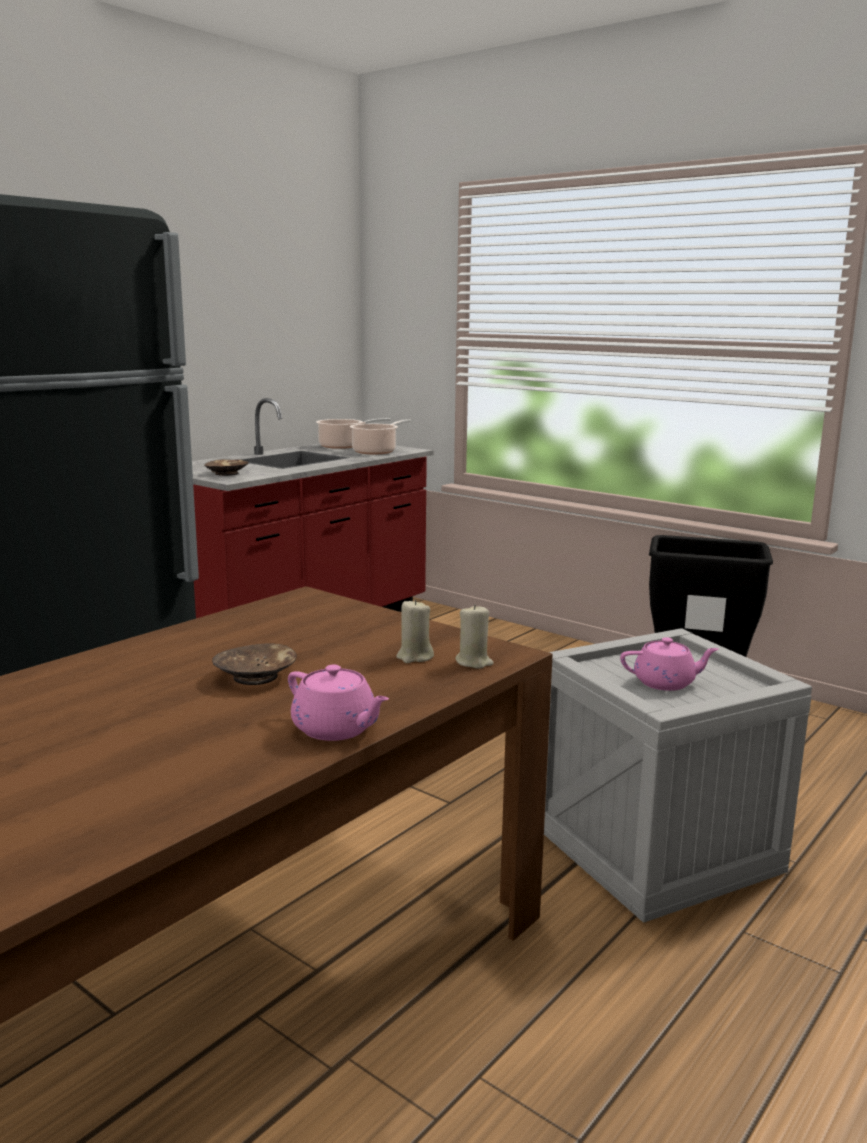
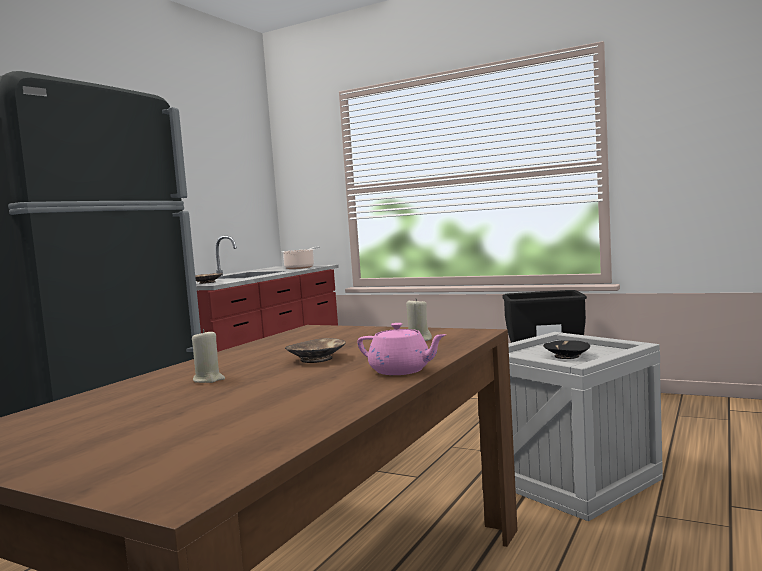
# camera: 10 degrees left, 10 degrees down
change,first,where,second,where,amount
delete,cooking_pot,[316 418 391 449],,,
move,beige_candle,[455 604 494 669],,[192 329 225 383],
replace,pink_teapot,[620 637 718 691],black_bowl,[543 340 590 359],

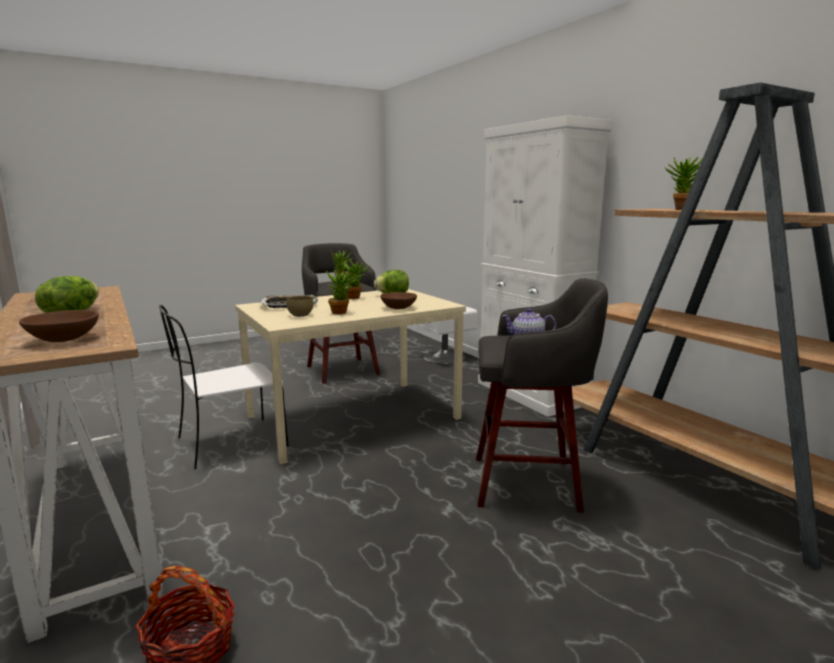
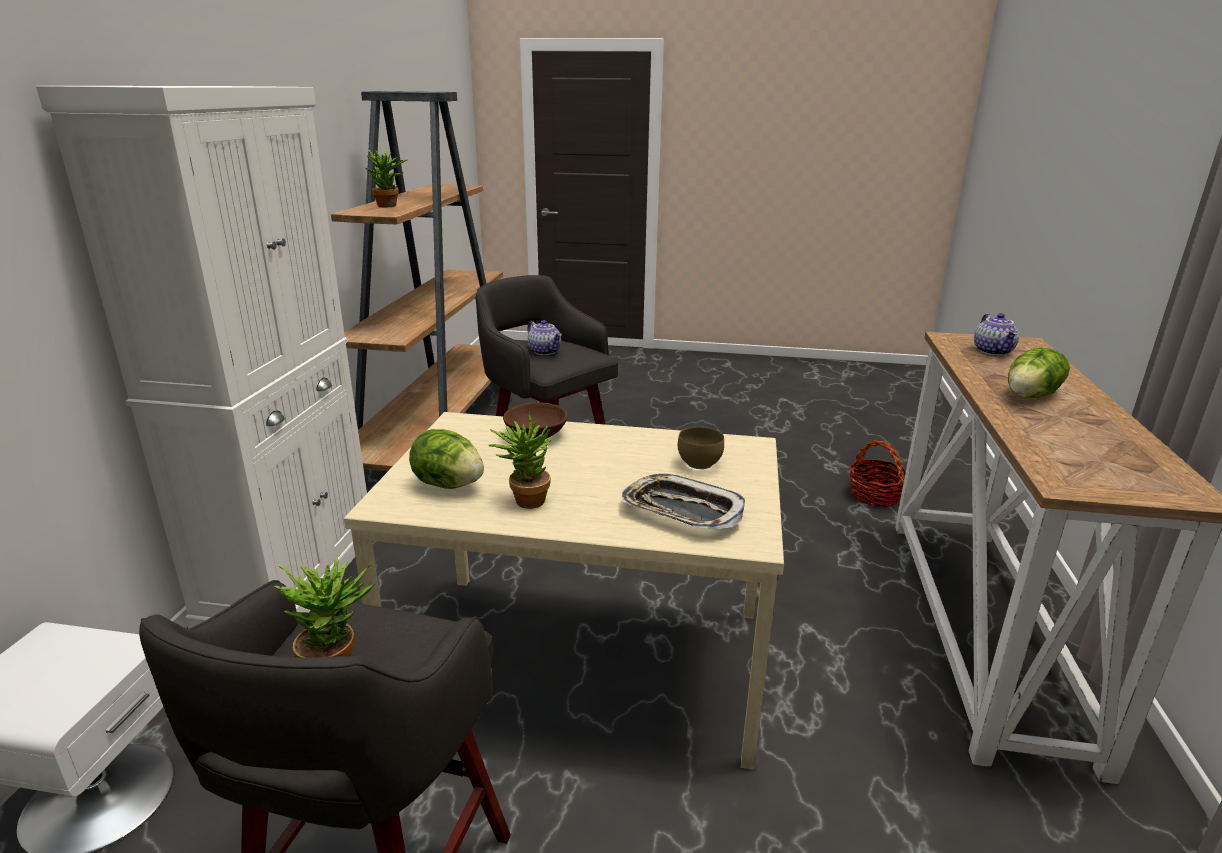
# camera: 140 degrees left, 10 degrees up
change,first,where,second,where,amount
replace,brown_bowl,[19 310 99 342],teapot,[974 313 1019 356],
delete,white_chair,[159 305 289 469],,,
delete,potted_plant,[326 270 358 314],,,

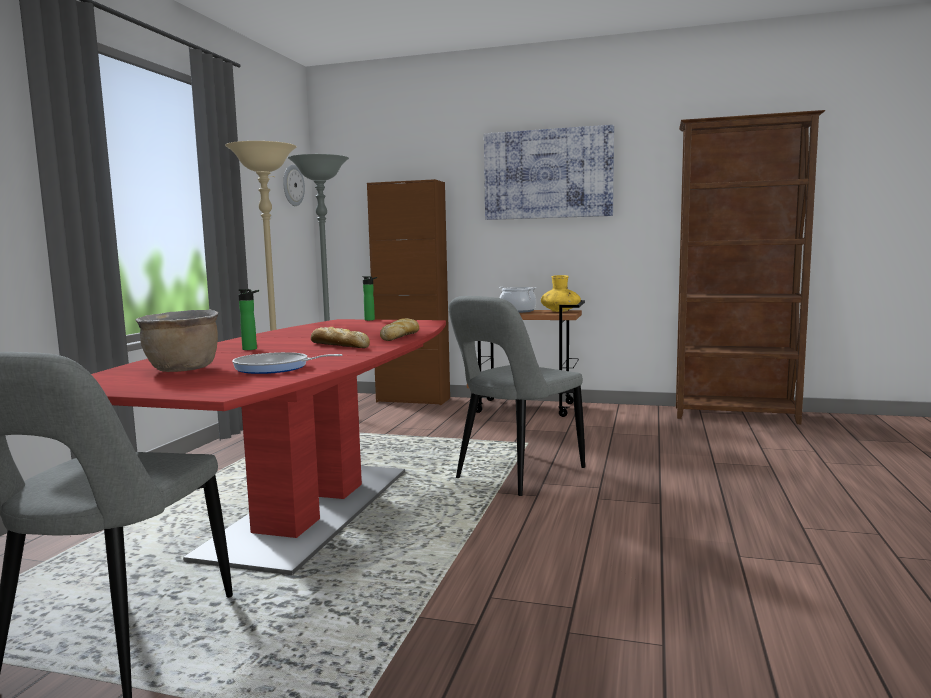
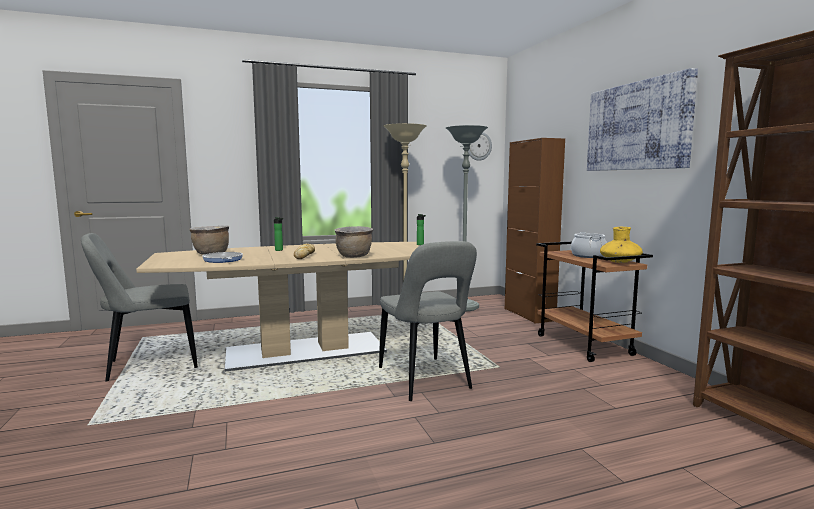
# camera: 55 degrees right, 0 degrees up
change,first,where,second,where,amount
recolor,red_dining_table,[91 319 446 575],beige_dining_table,[136 242 420 372],
replace,bread,[380 318 419 341],brown_cooking_pot,[335 226 374 258],
rotate,grey_chair,[449 296 585 496],,[379 241 477 401],120 degrees counterclockwise

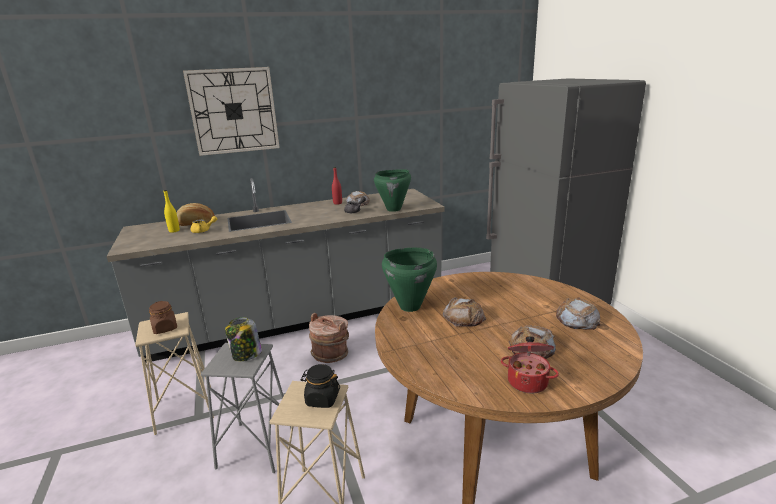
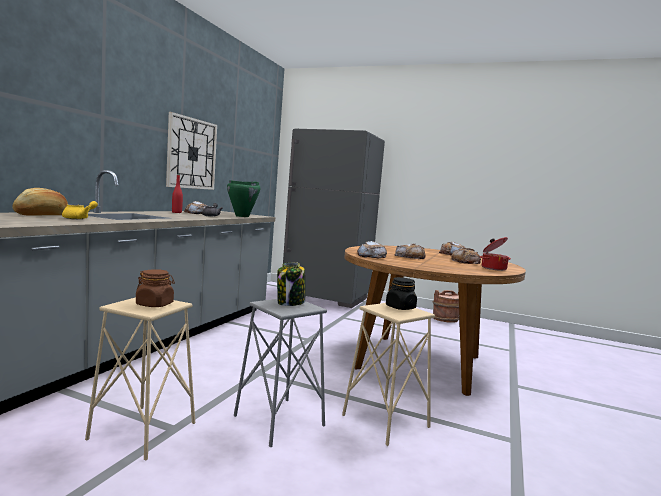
# camera: 50 degrees left, 15 degrees down
change,first,where,second,where,amount
delete,yellow_bottle,[164 190 180 233],,,
move,wall_clock,[183 67 280 156],,[166 112 217 190],
move,brown_bucket,[309 313 349 363],,[433 290 459 323],
replace,green_cooking_pot,[382 247 437 312],bread,[357 241 387 259],

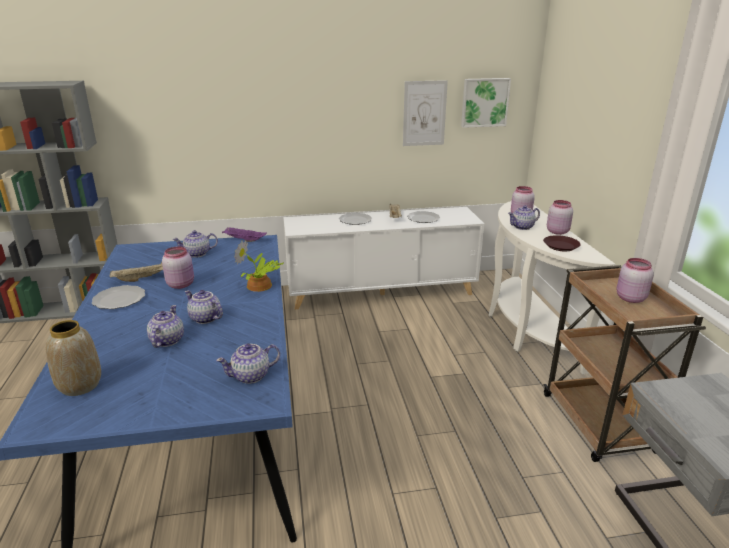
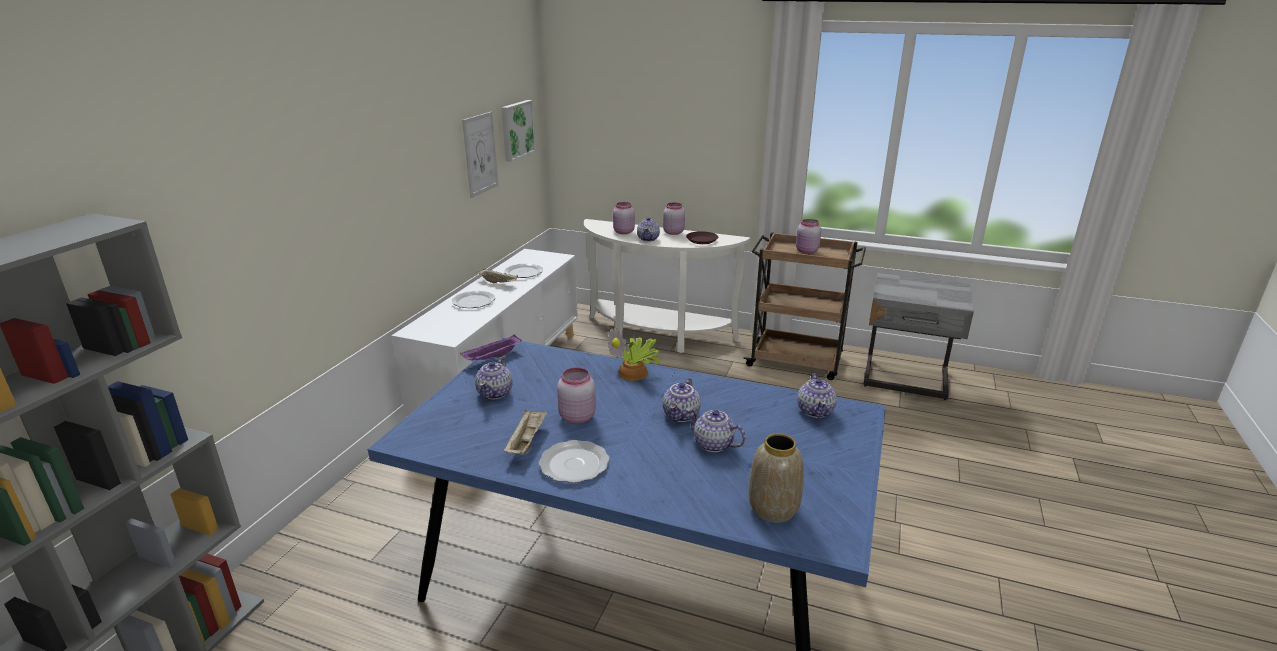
# camera: 60 degrees left, 0 degrees up
change,first,where,second,where,amount
rotate,teapot,[185 290 223 324],,[663 378 701 422],45 degrees counterclockwise

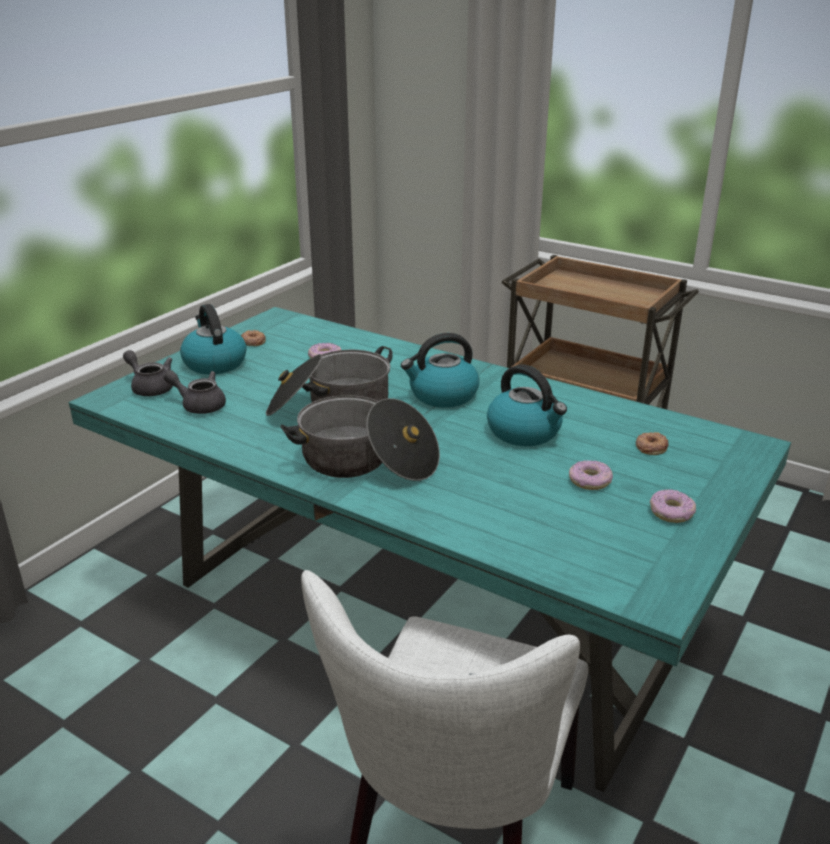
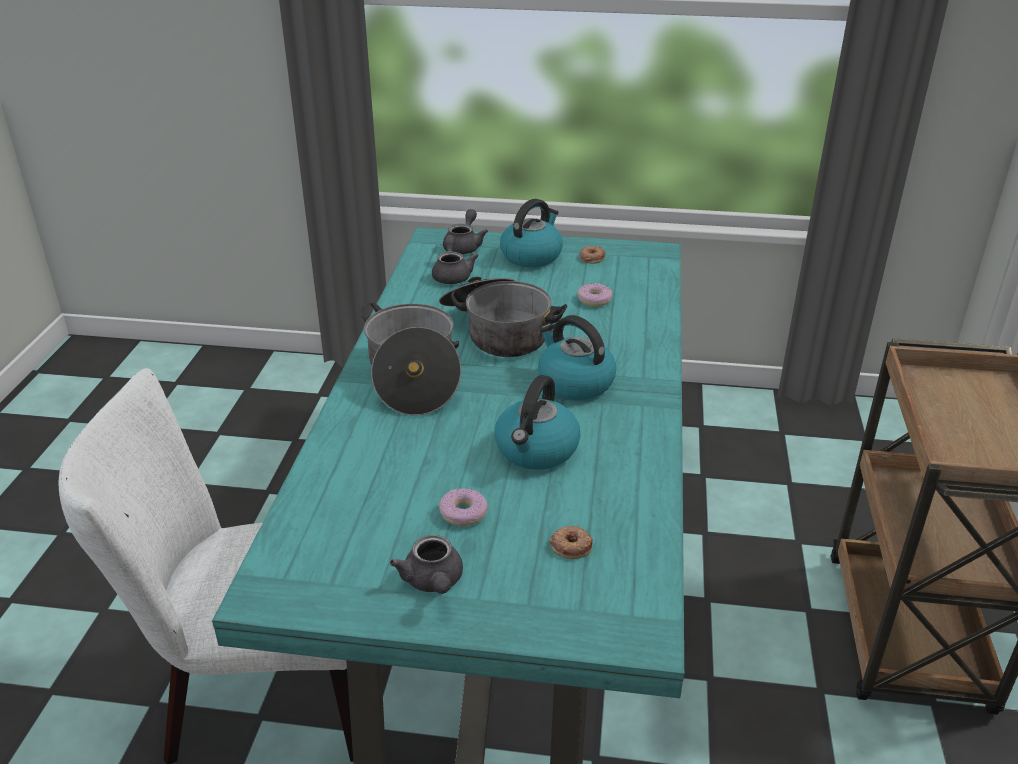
# camera: 65 degrees right, 5 degrees up
change,first,where,second,where,amount
replace,donut,[650 489 696 523],grey_teapot,[390 535 463 594],

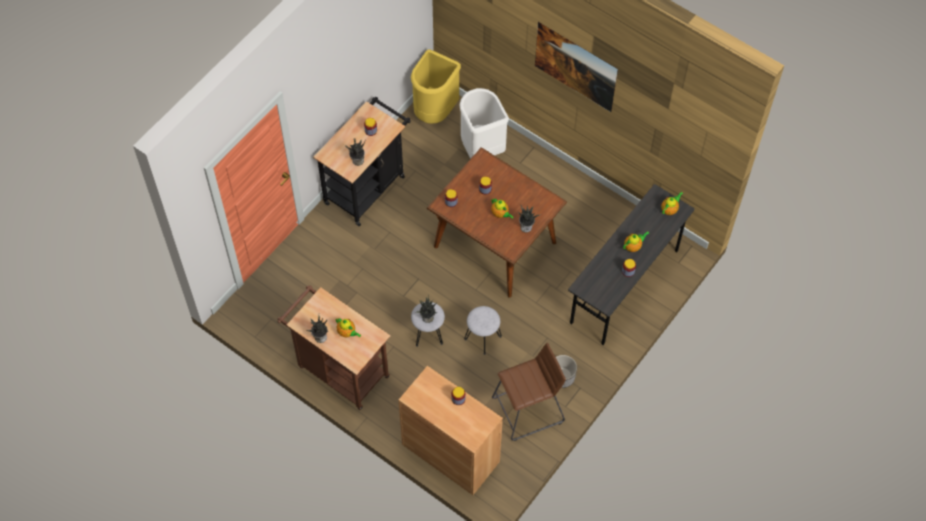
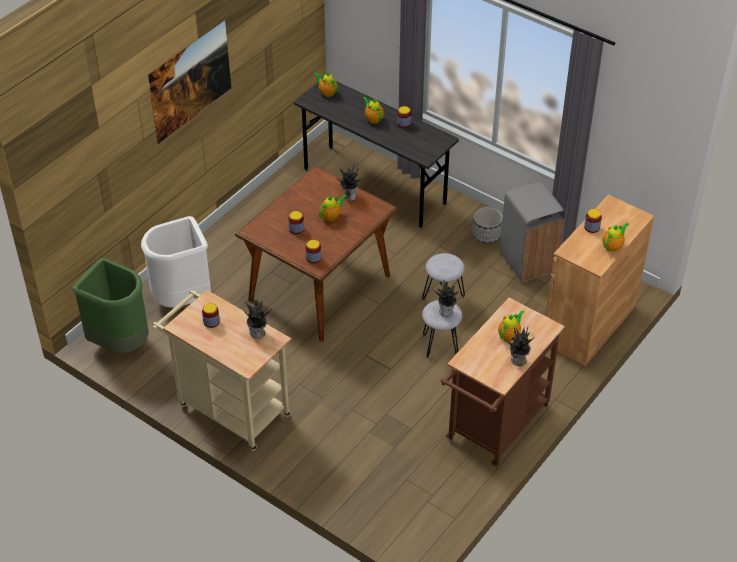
# camera: 90 degrees left, 15 degrees down
change,first,where,second,where,amount
recolor,black_cart,[313 97 411 226],beige_cart,[153 290 291 451],
recolor,yellow_trash_can,[411 49 461 124],green_trash_can,[72 258 148 353],
replace,brown_stool,[492 343 566 441],grey_trash_can,[500 182 566 282],
insert,,,teapot,[602 223 629 252],

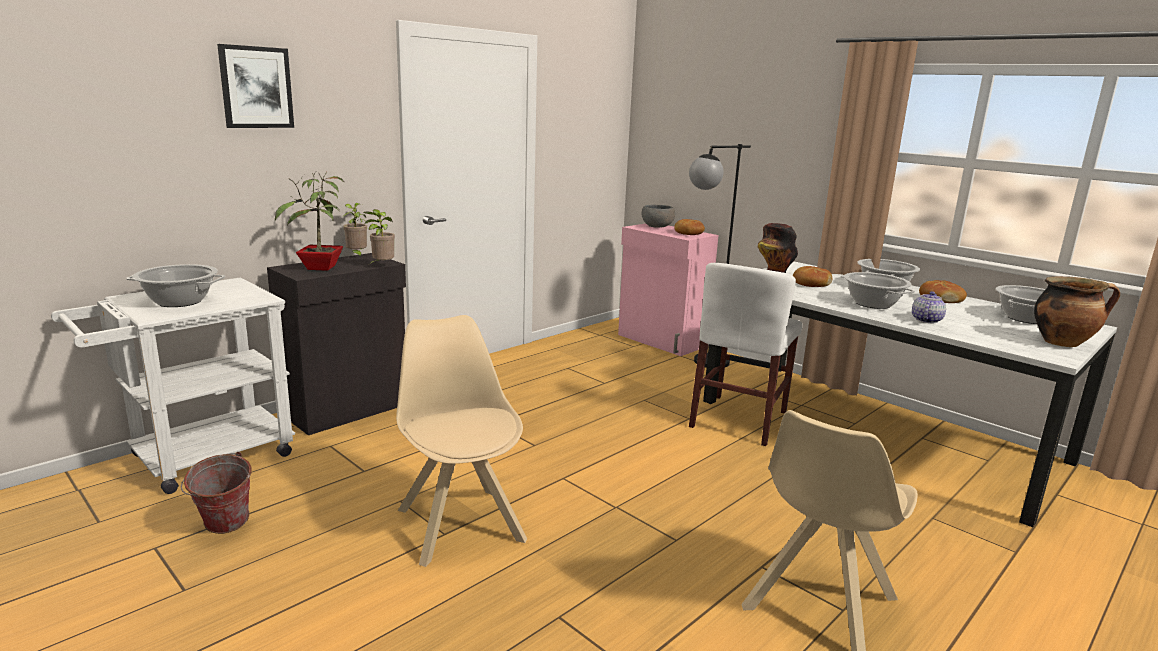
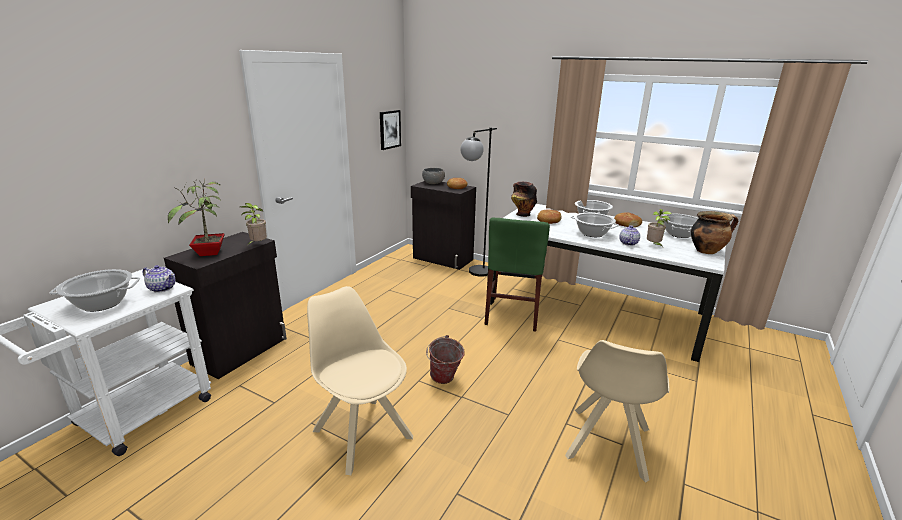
# camera: 15 degrees left, 5 degrees up
change,first,where,second,where,amount
move,bucket,[181 452 252 534],,[426 335 465 384],
move,picture,[217 44 294 128],,[380 110 401 150],
move,potted_plant,[342 203 367 258],,[647 209 672 247],
recolor,pink_cabinet,[618 224 718 356],black_cabinet,[411 181 476 270],
recolor,white_chair,[689 263 802 446],green_chair,[484 217 550 332],
insert,,,teapot,[142 265 176 292],

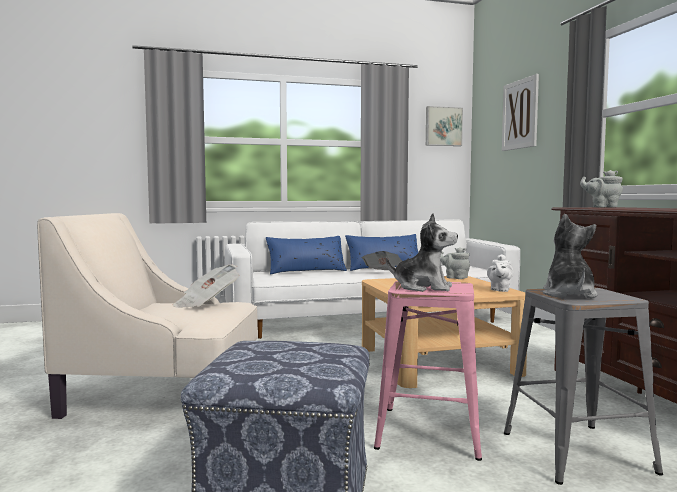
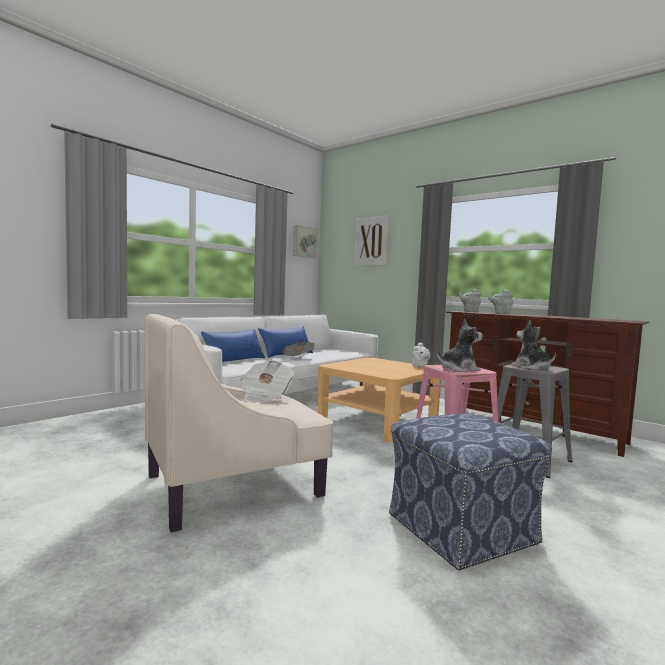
# camera: 35 degrees left, 0 degrees up
change,first,where,second,where,amount
move,grey_teapot,[440 248 470 279],,[488 290 513 314],

